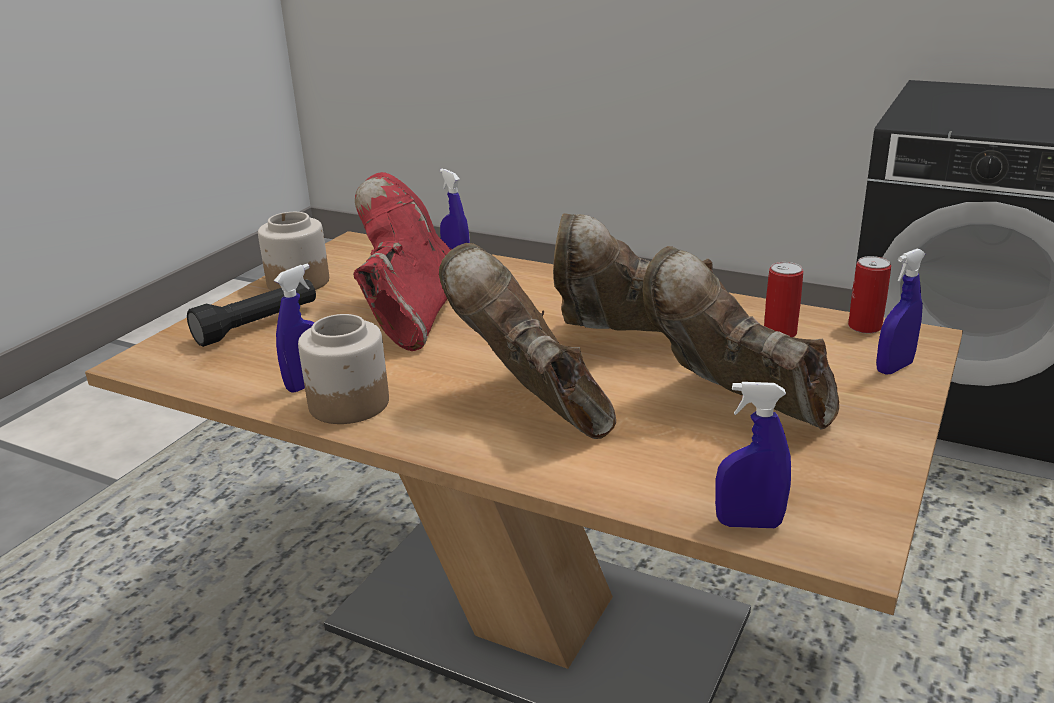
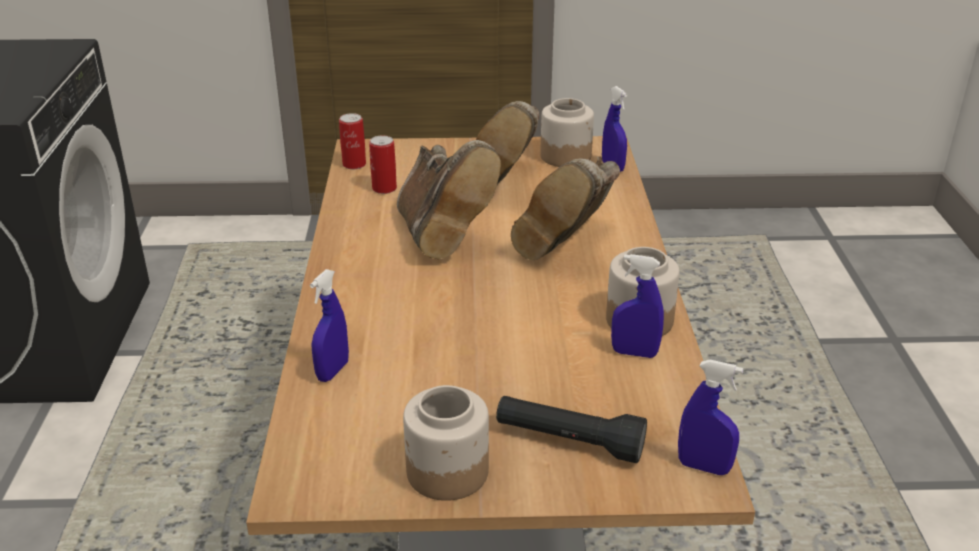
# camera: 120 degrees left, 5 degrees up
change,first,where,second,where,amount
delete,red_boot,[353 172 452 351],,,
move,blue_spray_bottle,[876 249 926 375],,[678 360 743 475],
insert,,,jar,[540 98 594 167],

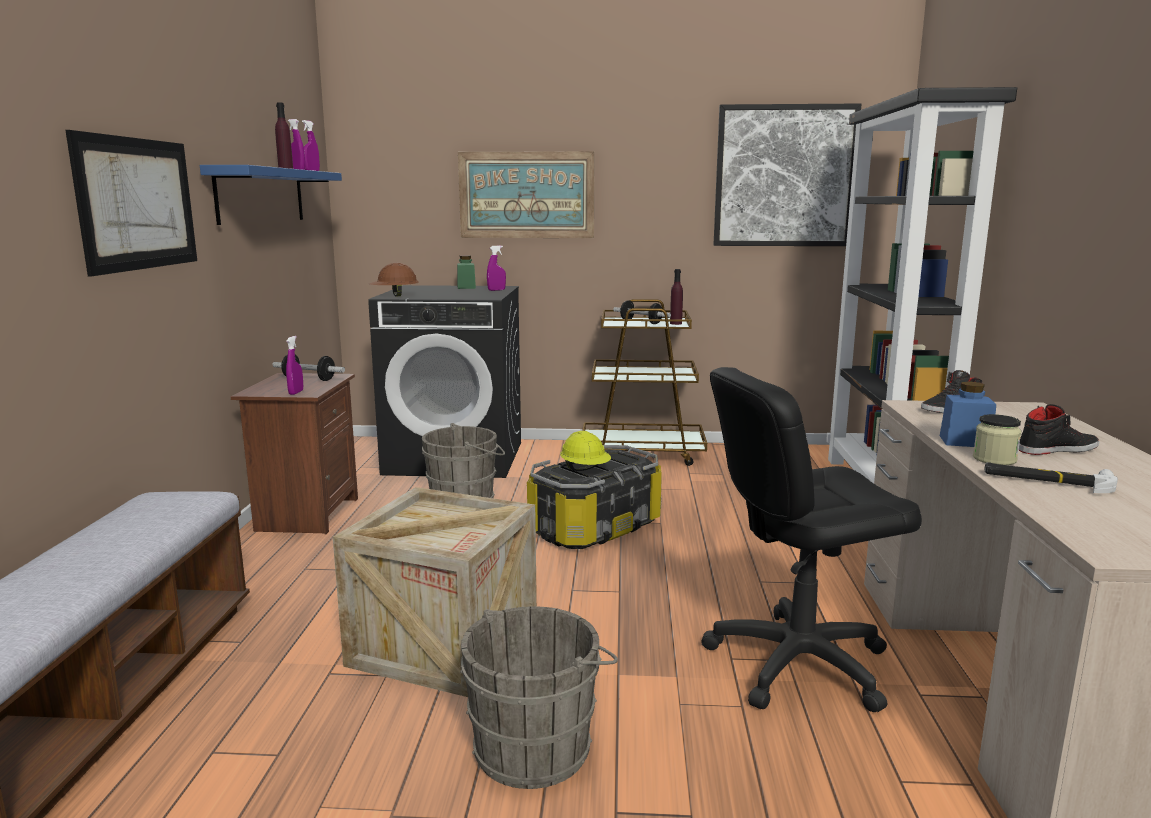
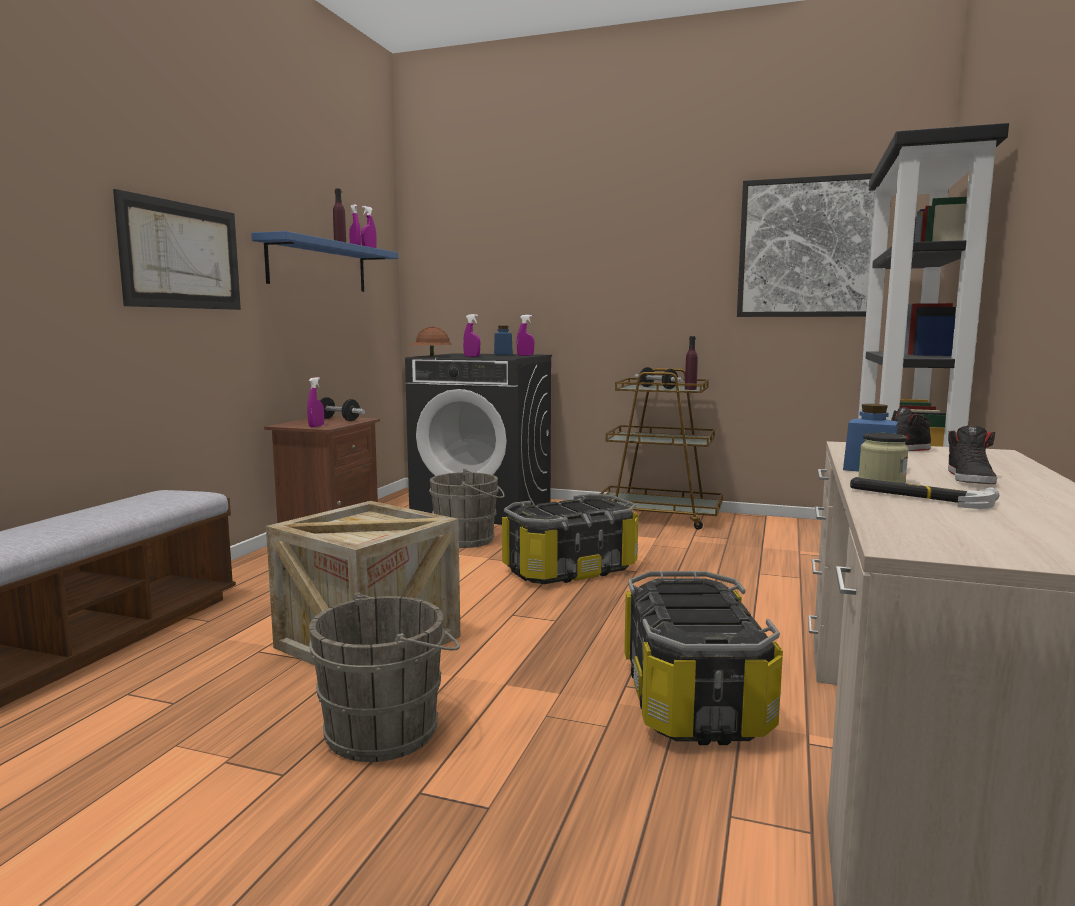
# camera: 15 degrees right, 5 degrees down
change,first,where,second,where,amount
recolor,green_jar,[457 255 476 289],blue_jar,[494 326 513 355],
delete,picture,[458 151 595 238],,,
delete,yellow_hard_hat,[560 431 611 471],,,
replace,black_office_chair,[701 367 922 712],storage_box,[624 571 783 745],
rotate,black_shoe,[1019 404 1099 455],,[948 425 997 484],105 degrees clockwise
insert,,,purple_spray_bottle,[463 314 480 357],

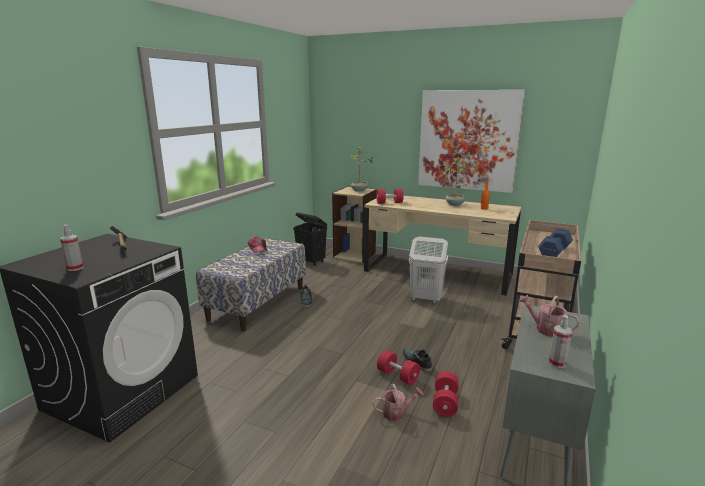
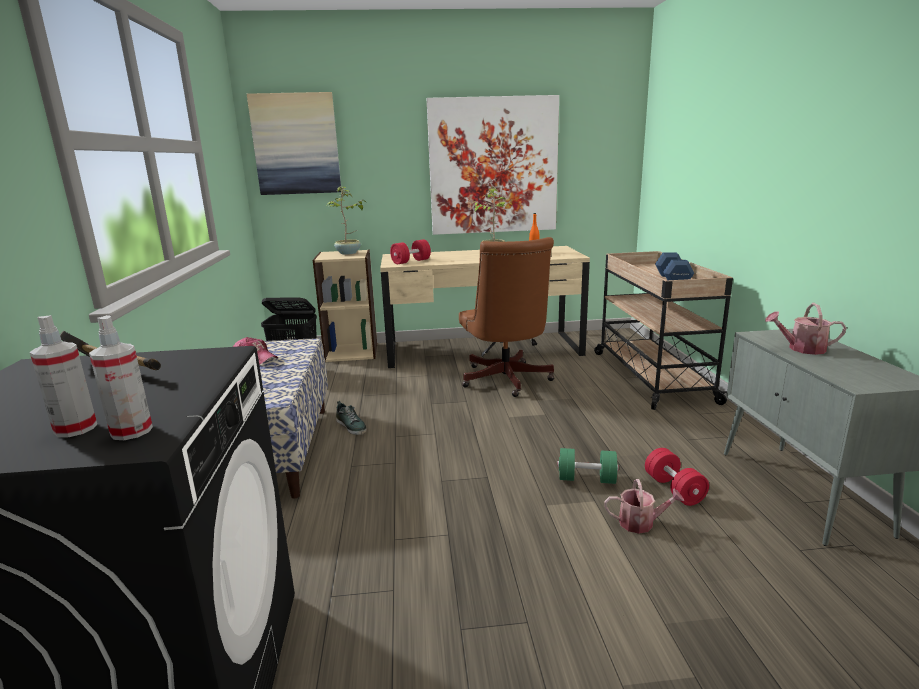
# camera: 30 degrees left, 0 degrees up
change,first,where,second,where,amount
rotate,watering_can,[372 384 424 421],,[604 479 684 534],45 degrees clockwise
recolor,red_dumbbell,[377 350 420 385],green_dumbbell,[557 448 619 484],
delete,shoe,[402 347 432 372],,,
replace,white_laundry_basket,[409 237 448 304],brown_office_chair,[459 237 554 397],
move,spray_bottle,[549 315 572 368],,[89 315 153 440],
insert,,,picture,[247 92 341 195],

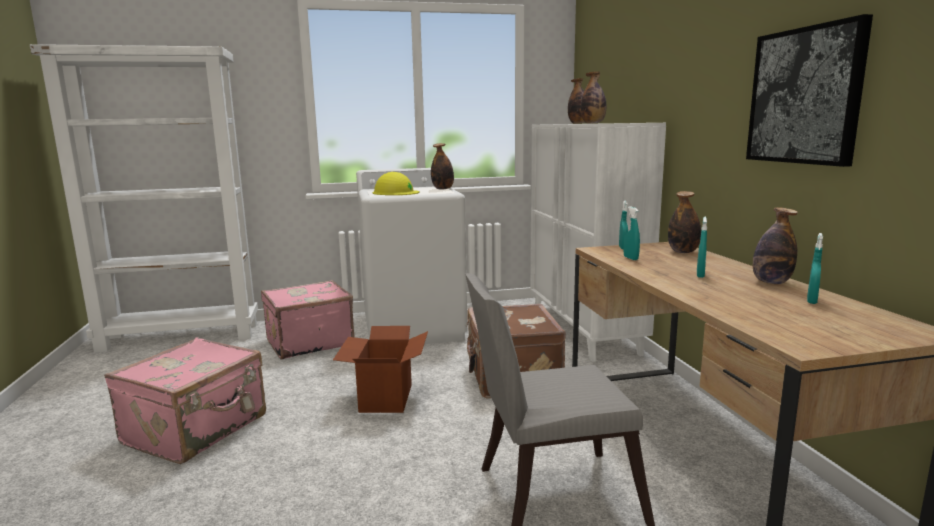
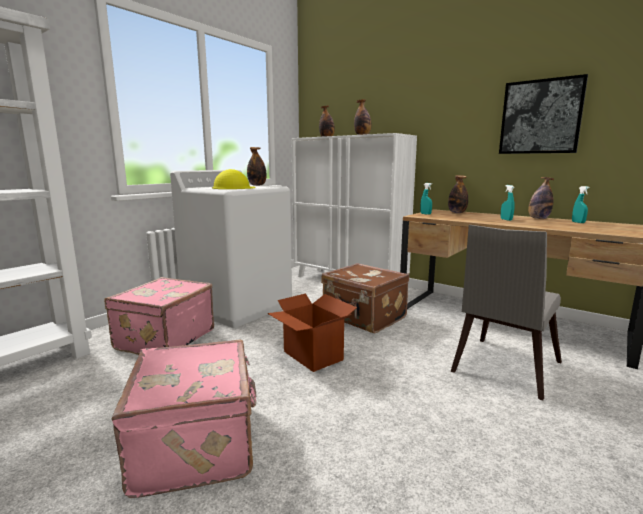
# camera: 40 degrees left, 0 degrees up
change,first,where,second,where,amount
delete,turquoise_spray_bottle,[624 207 640 260],,,

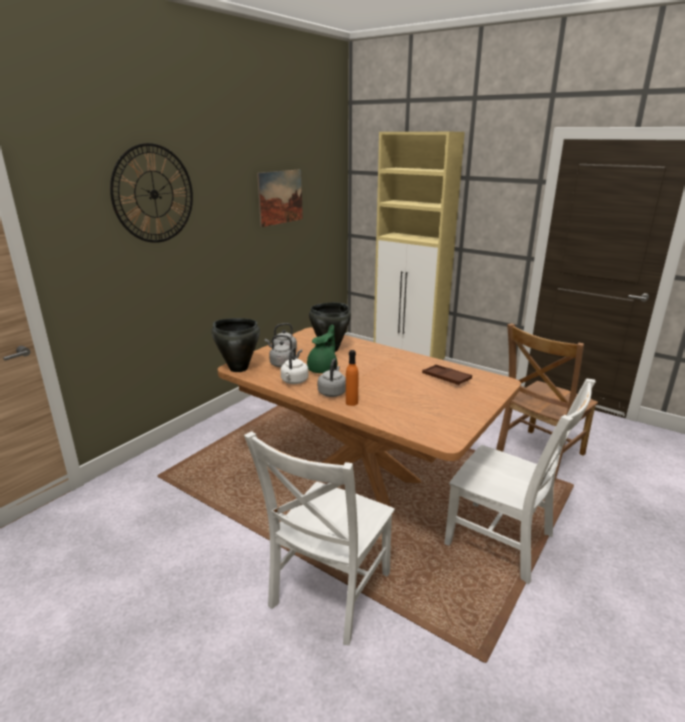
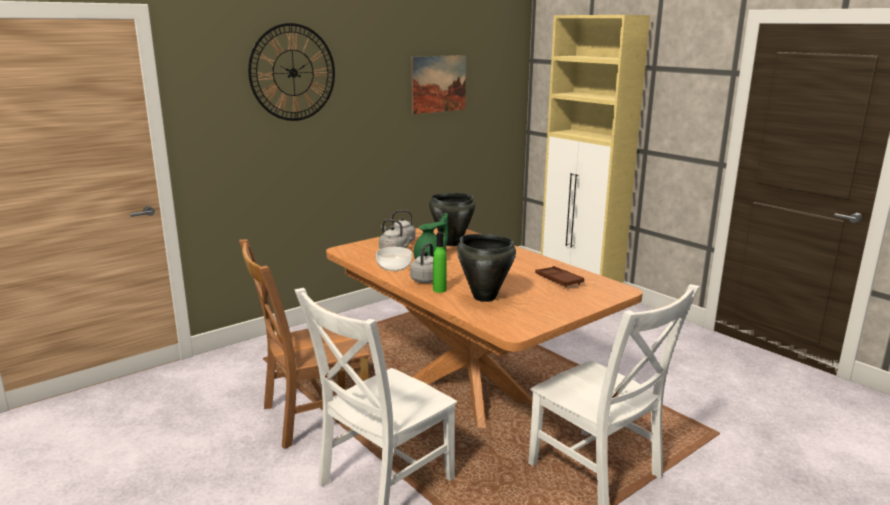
# camera: 15 degrees right, 5 degrees down
change,first,where,second,where,amount
move,black_cooking_pot,[211 318 260 372],,[457 234 516 302],
replace,white_kettle,[280 347 308 384],bowl,[376 247 412 271],
recolor,orange_bottle,[346 350 358 406],green_bottle,[433 232 447 293],
move,brown_chair,[496 323 598 480],,[239 239 369 449],

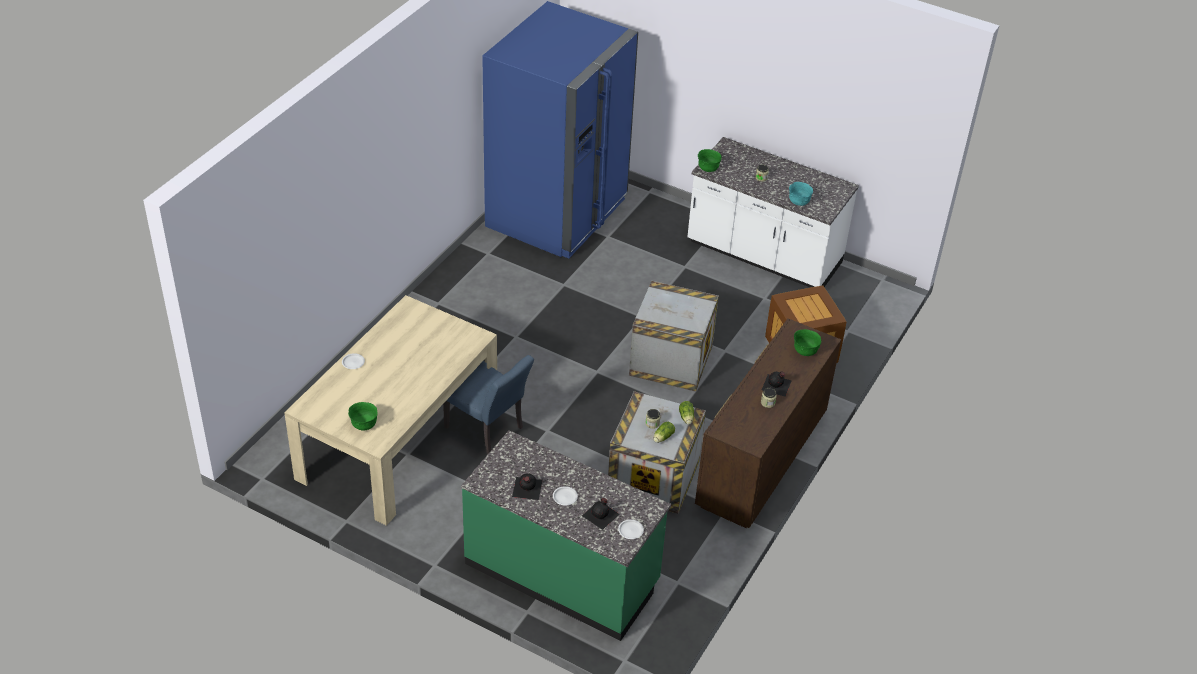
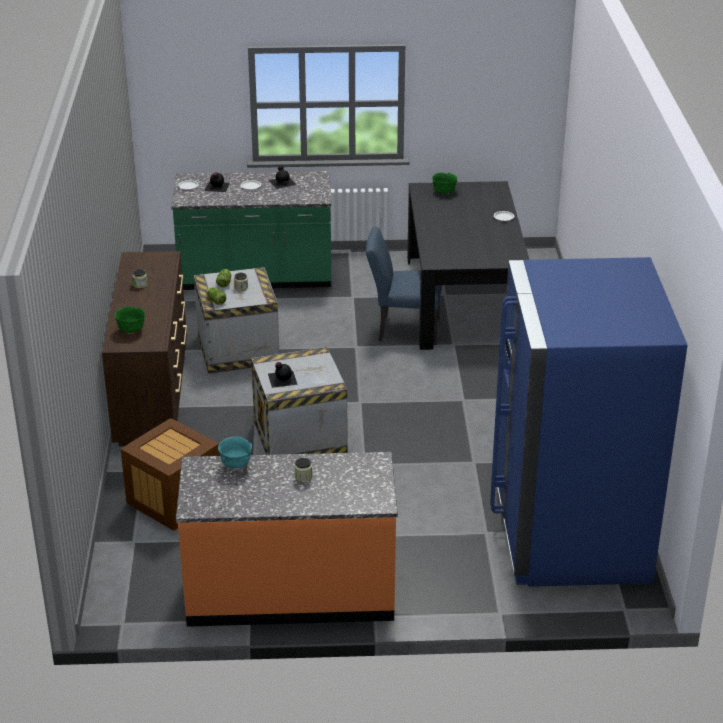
# camera: 150 degrees right, 10 degrees down
change,first,where,second,where,amount
recolor,beige_dining_table,[284 295 497 526],black_dining_table,[407 181 529 350],
recolor,white_counter,[687 137 859 288],orange_counter,[176 452 398 627],
delete,green_bowl,[698 149 722 172],,,
move,black_bottle,[762 371 791 397],,[268 362 298 388],

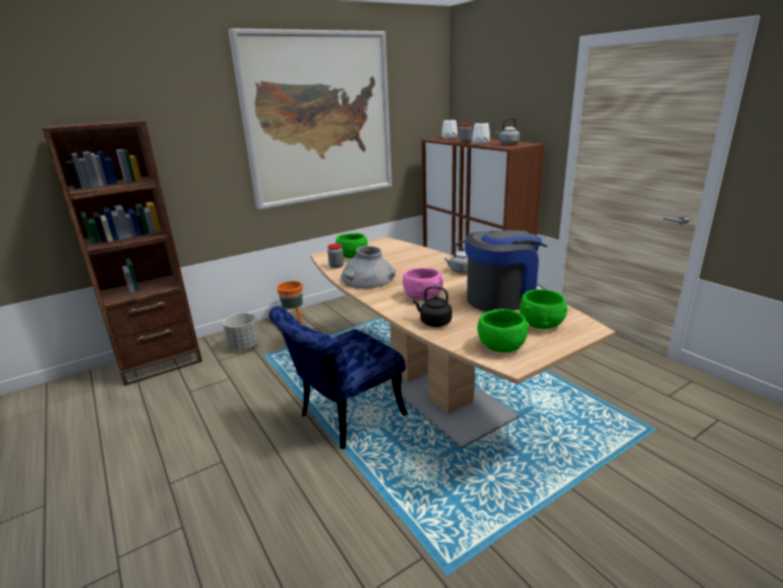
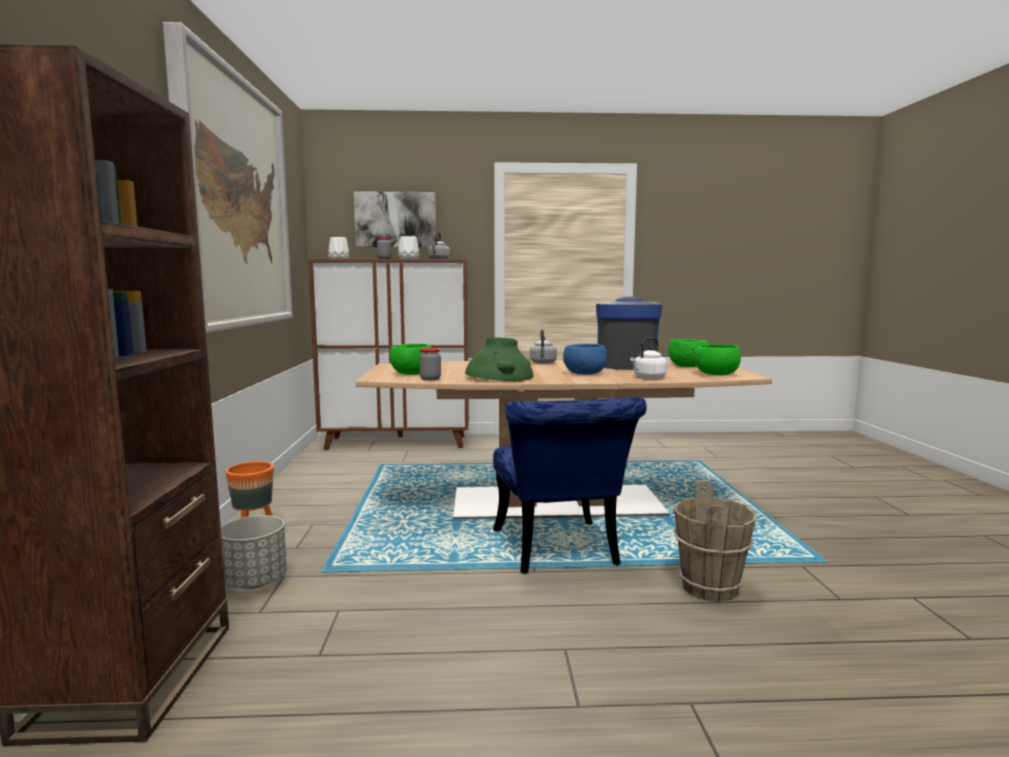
# camera: 60 degrees left, 15 degrees down
change,first,where,second,where,amount
recolor,grey_vase,[341 246 396 289],green_vase,[465 337 534 382],
recolor,pink_bowl,[403 268 443 301],blue_bowl,[563 344 607 375],
recolor,black_kettle,[413 286 452 327],white_kettle,[630 337 667 379],
insert,,,picture,[354 191 436 247],
insert,,,brown_bucket,[673 480 756 602],

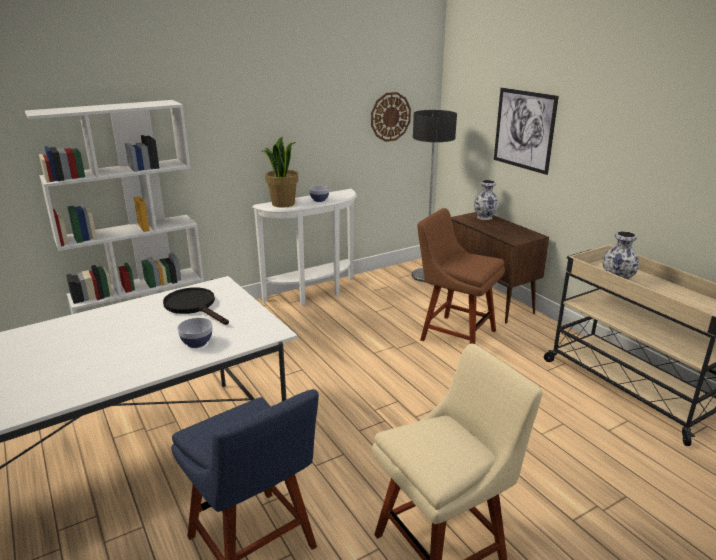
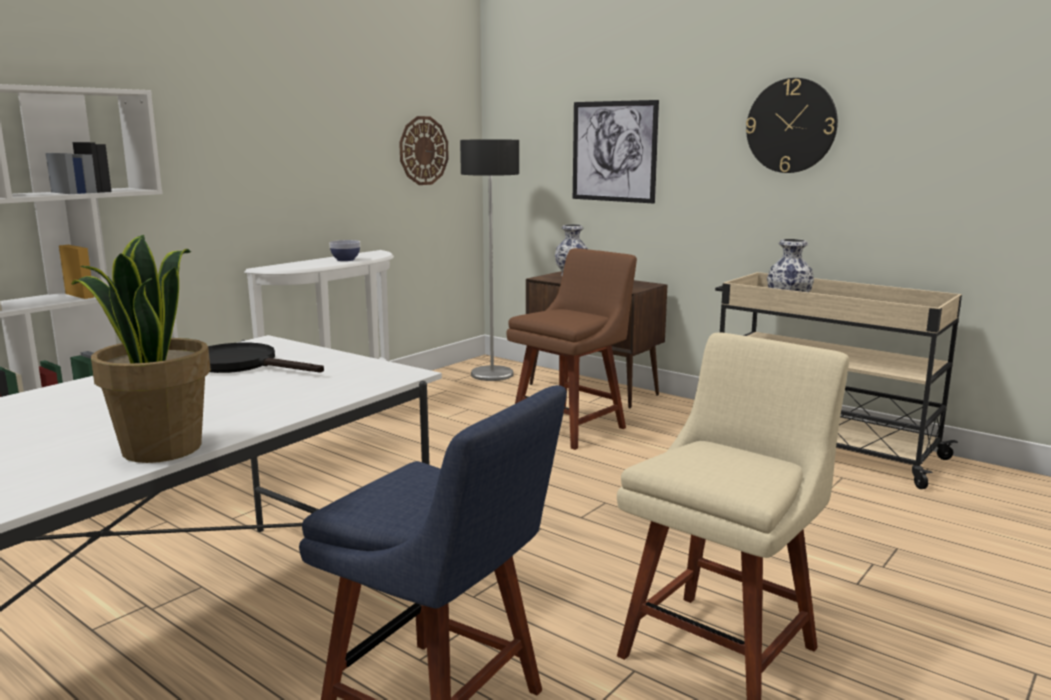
# camera: 20 degrees left, 10 degrees down
change,first,where,second,where,amount
delete,bowl,[177 318 213 348],,,
move,potted_plant,[262 137 298 208],,[72 235 211 463],
rotate,brown_chair,[417 208 505 344],,[506 248 637 450],120 degrees clockwise
insert,,,wall_clock,[746 78 838 173],

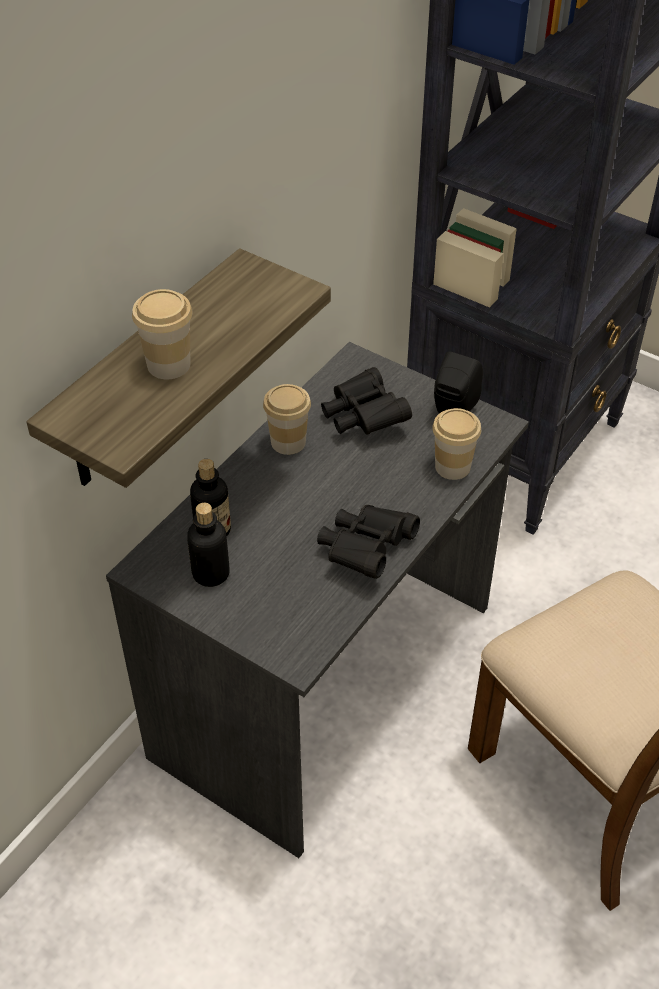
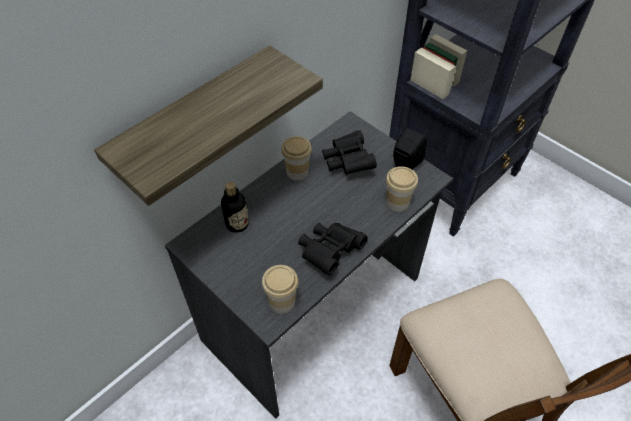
# camera: 10 degrees right, 5 degrees up
change,first,where,second,where,amount
move,cup,[132 289 193 379],,[262 265 298 314],
delete,bottle,[187 503 230 587],,,

